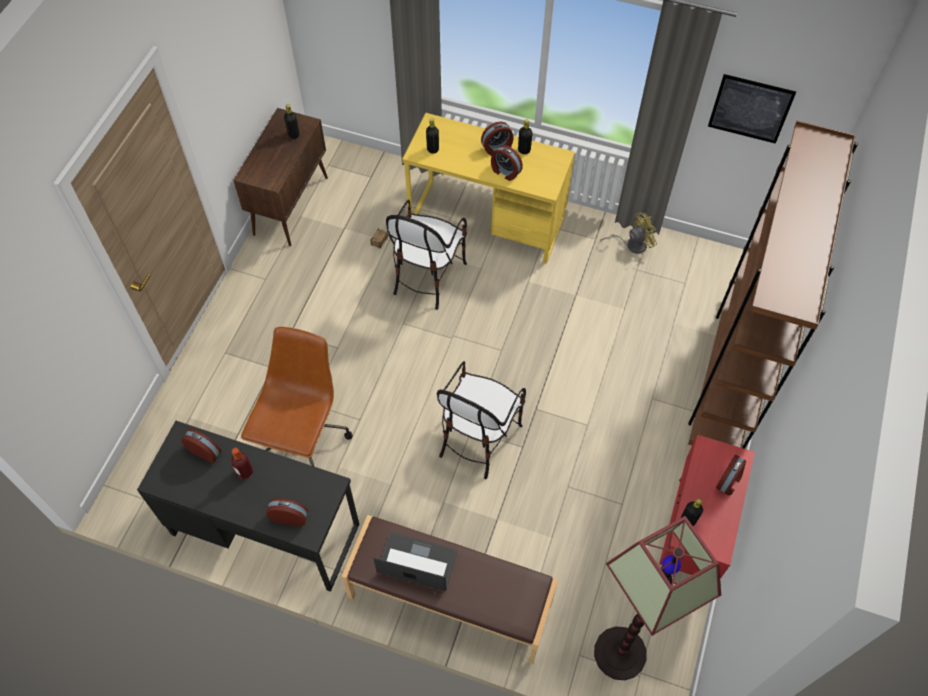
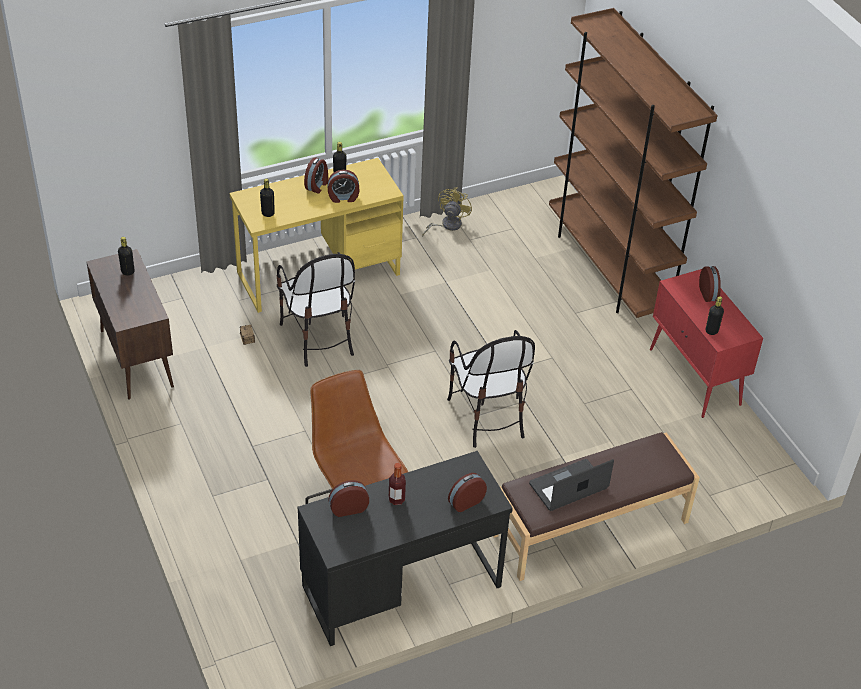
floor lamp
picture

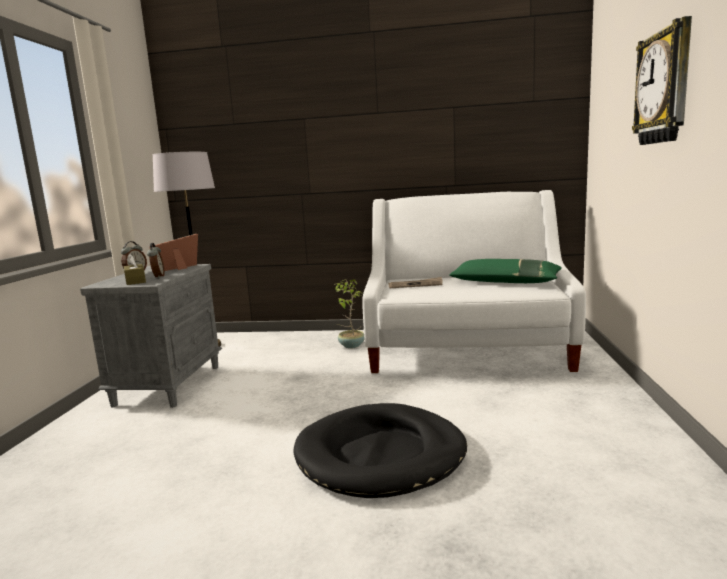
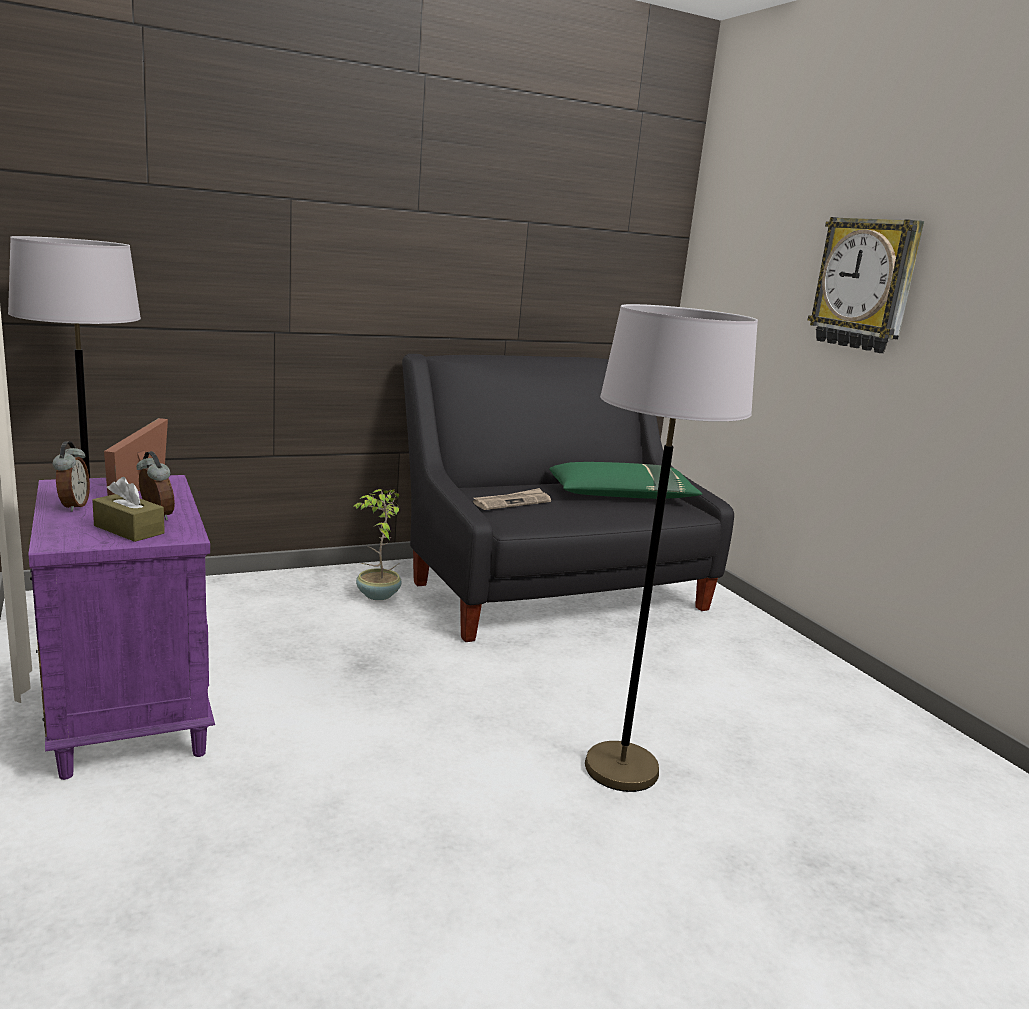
purple nightstand
black sofa
grey floor lamp (no. 2 from left)

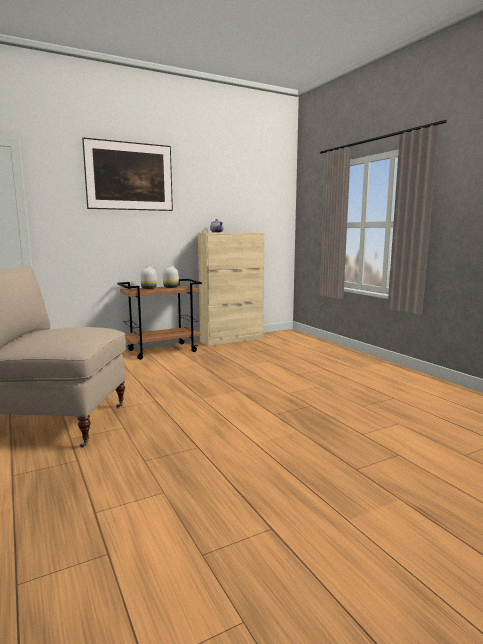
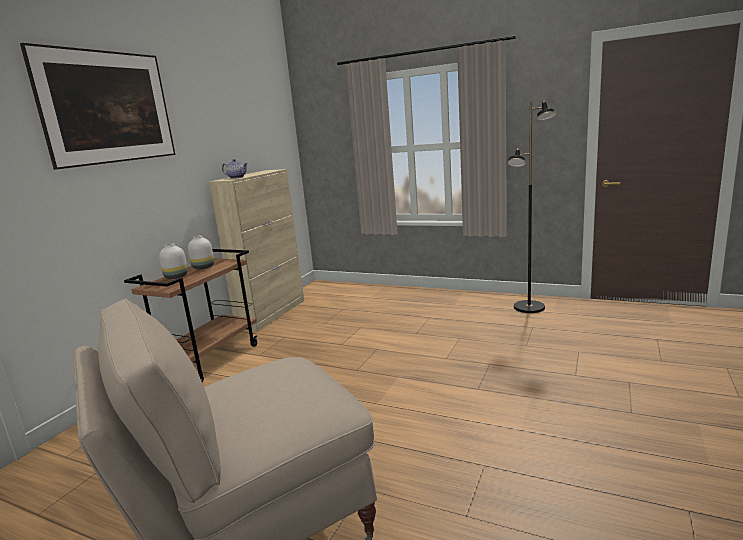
black floor lamp

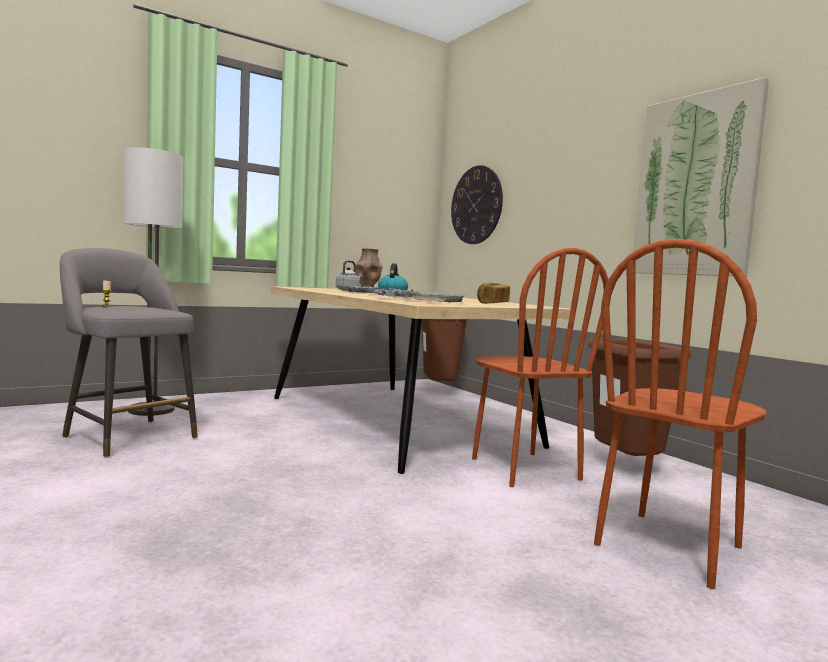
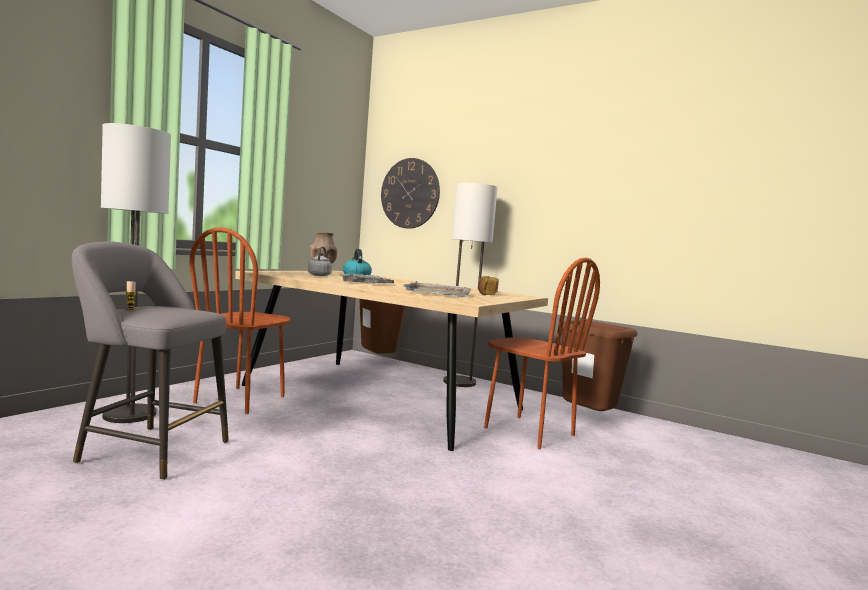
brown chair (no. 1 from left)
floor lamp (no. 2 from left)
picture

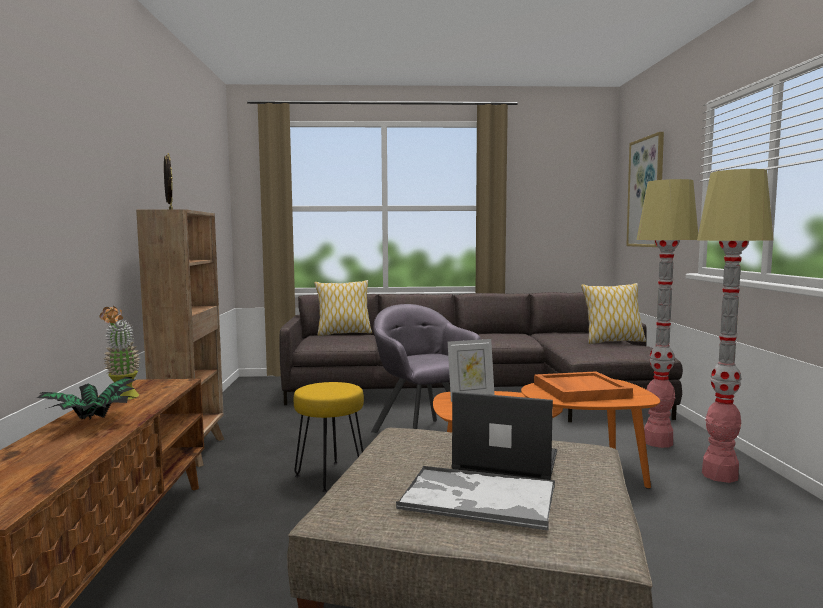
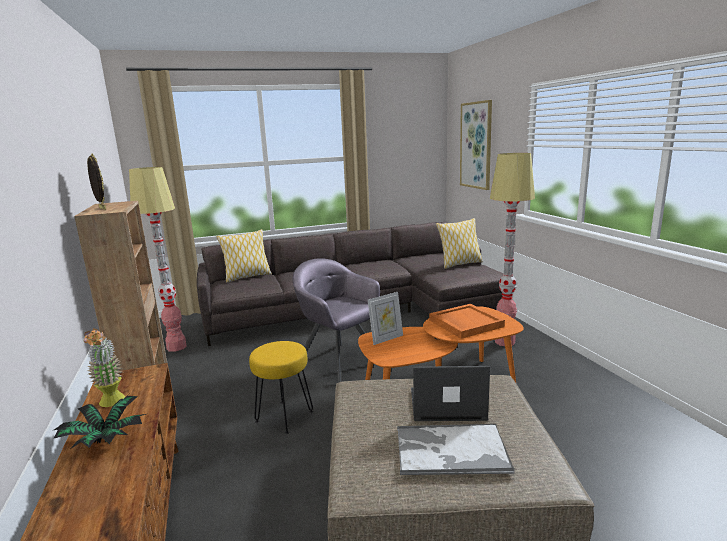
floor lamp (no. 1 from left)

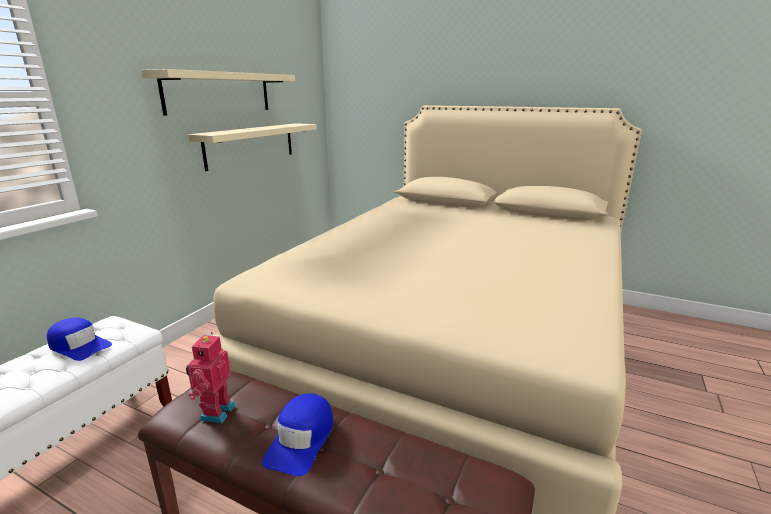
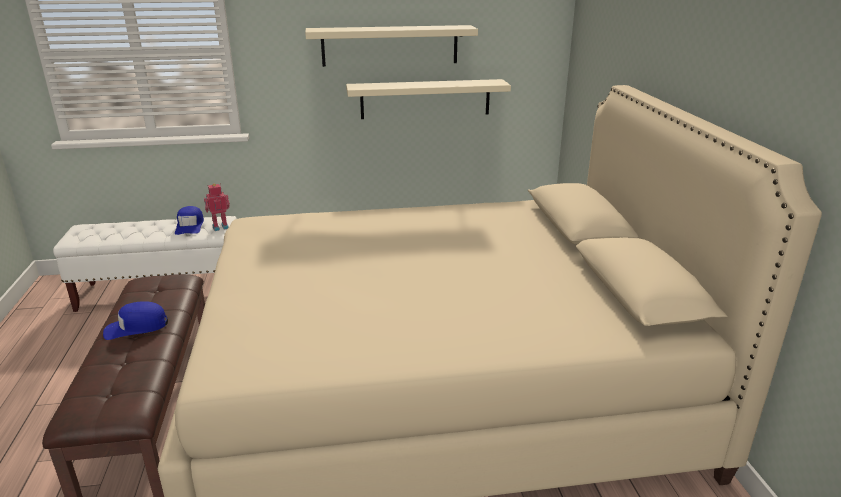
toy robot

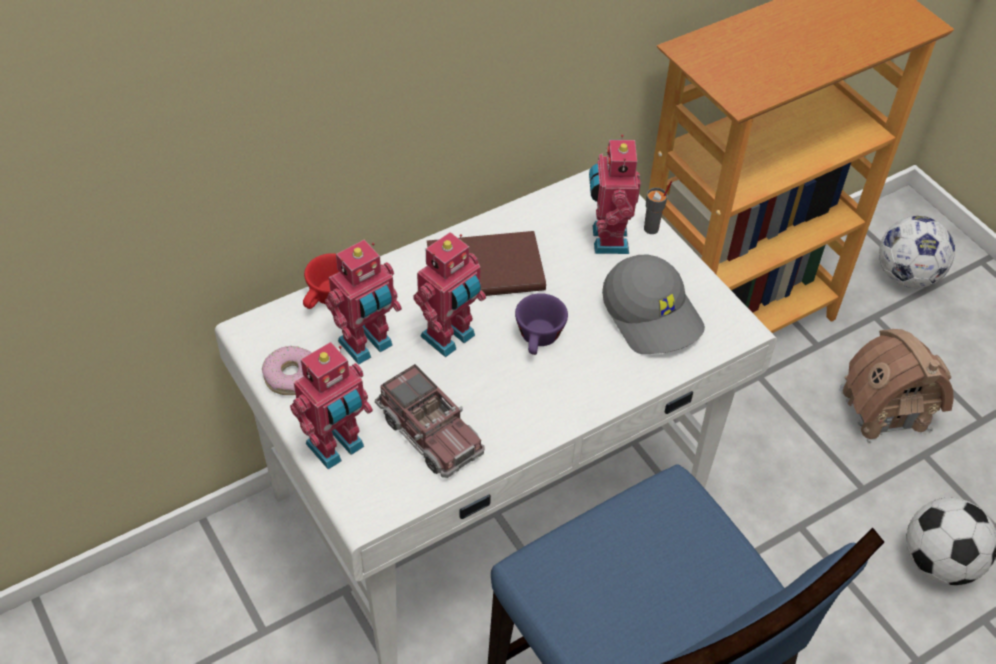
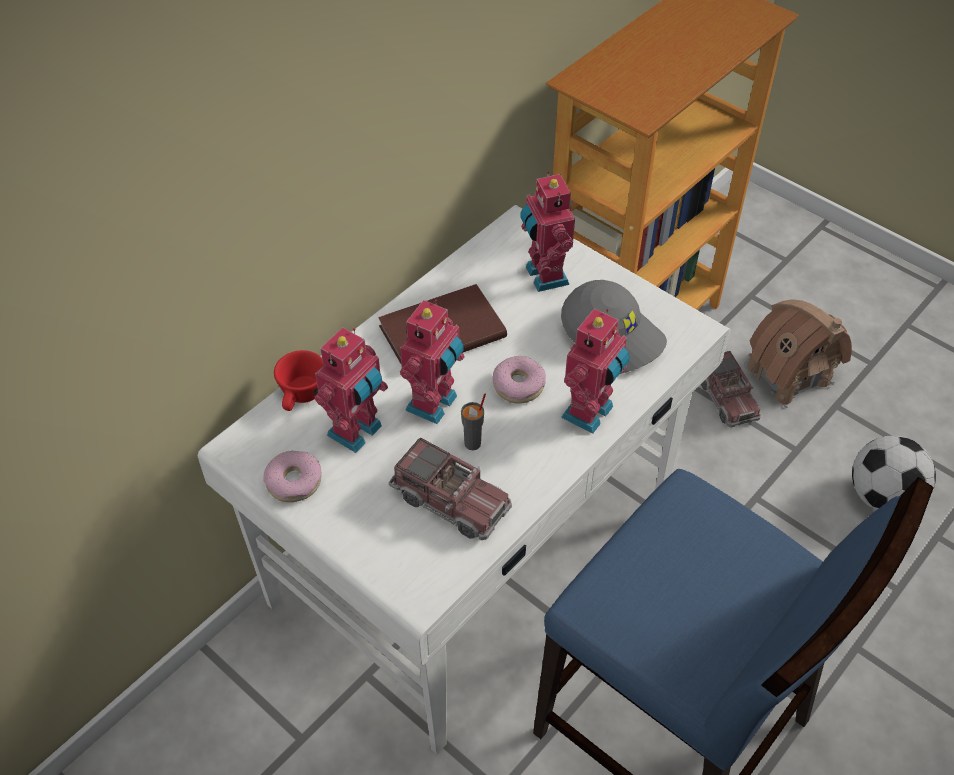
grey cup
donut (no. 2 from left)
toy robot (no. 4 from left)
toy truck (no. 2 from left)
football (no. 1 from left in the first image)

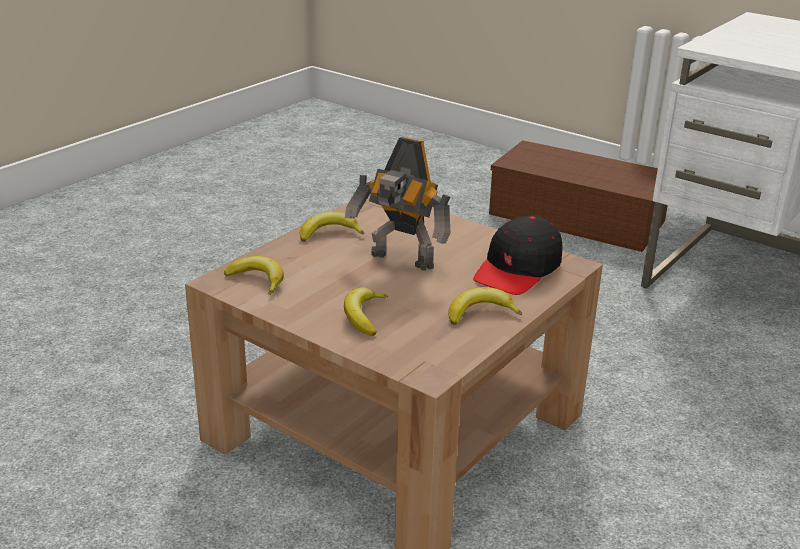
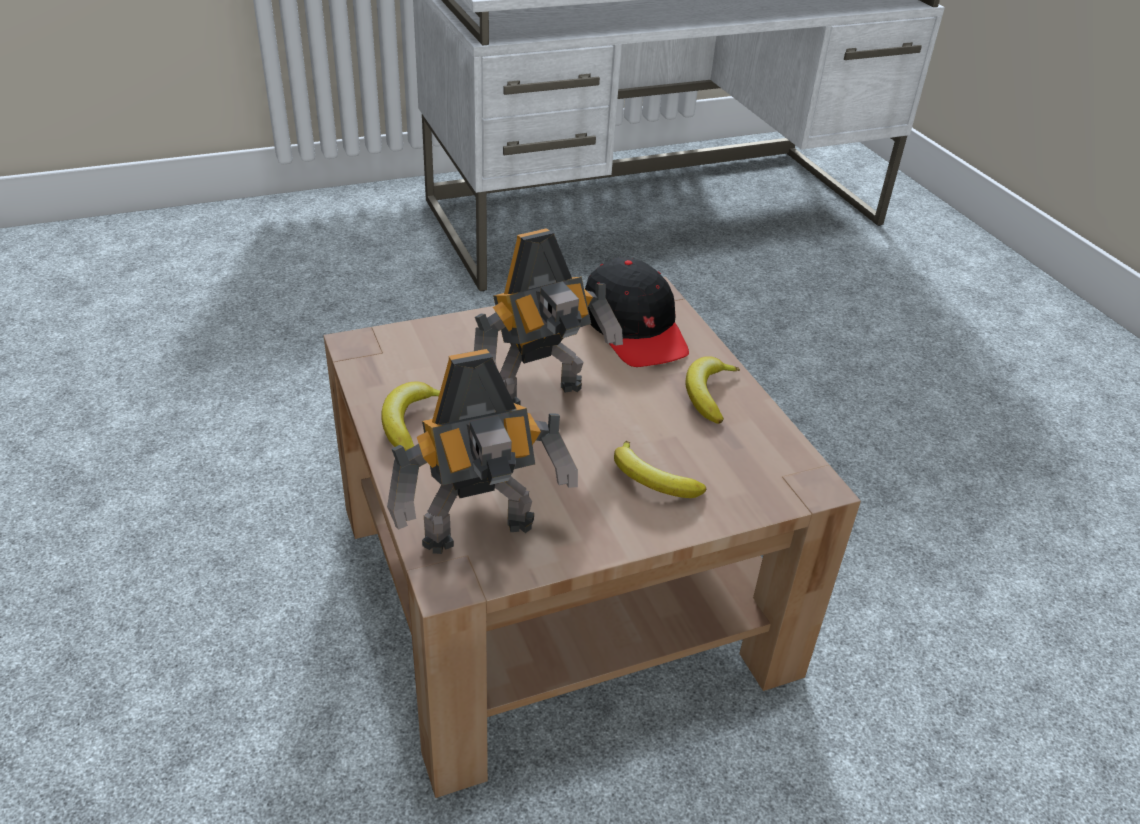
toy robot (no. 1 from left)
brown storage box

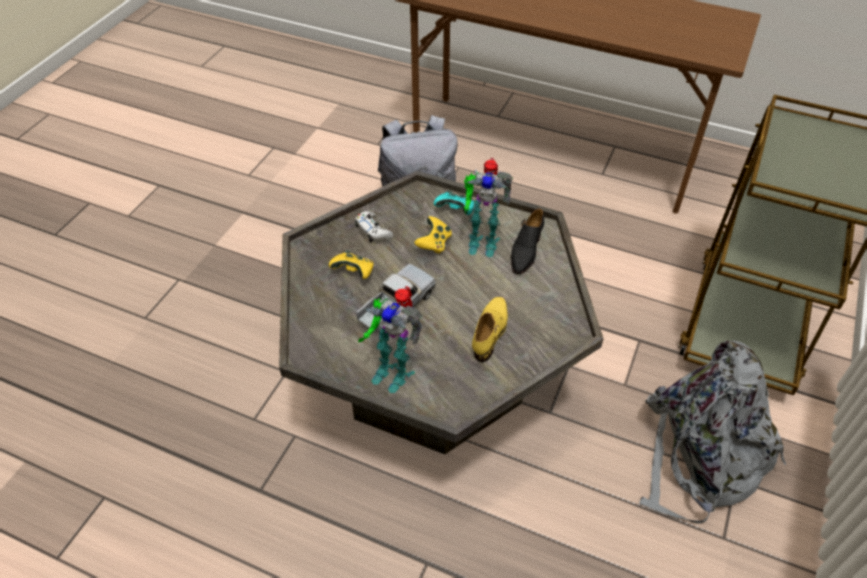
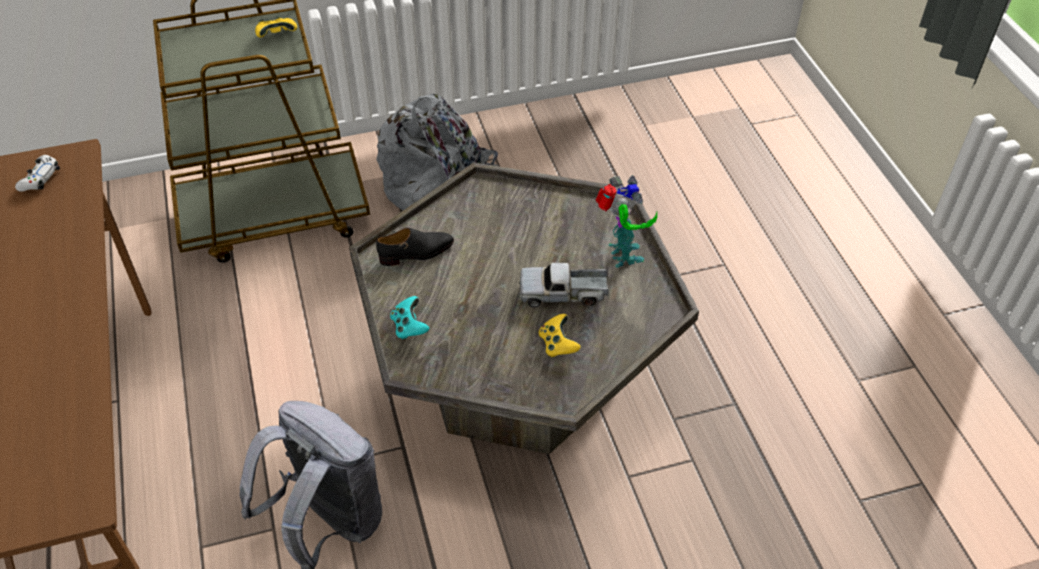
white game controller
yellow game controller (no. 1 from left)
toy robot (no. 2 from left in the first image)
yellow shoe

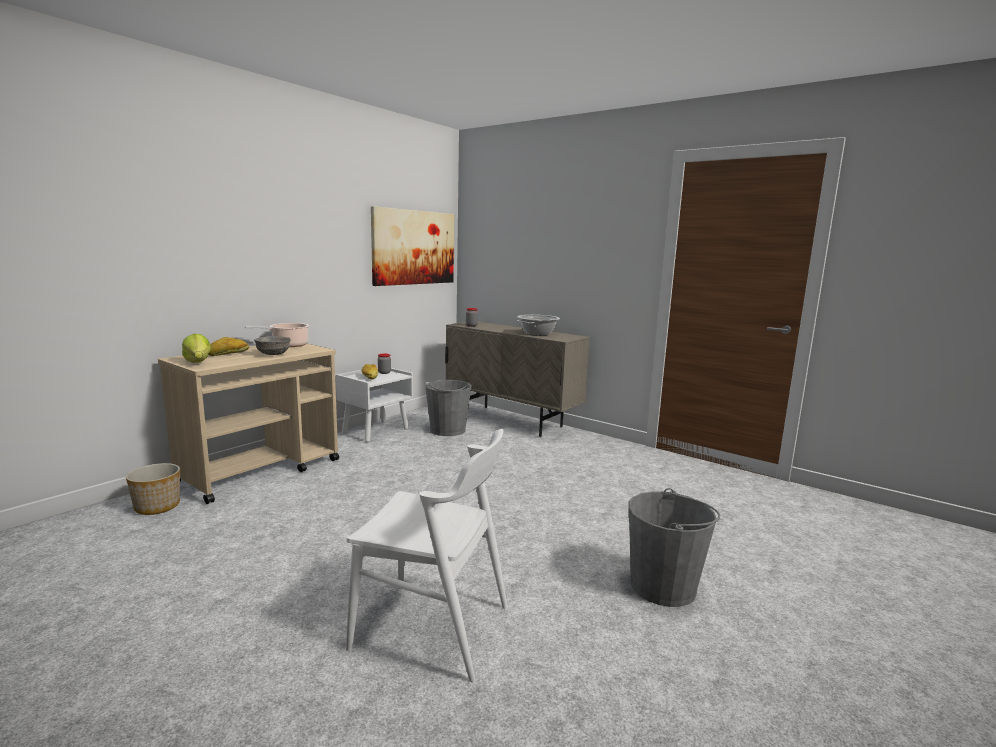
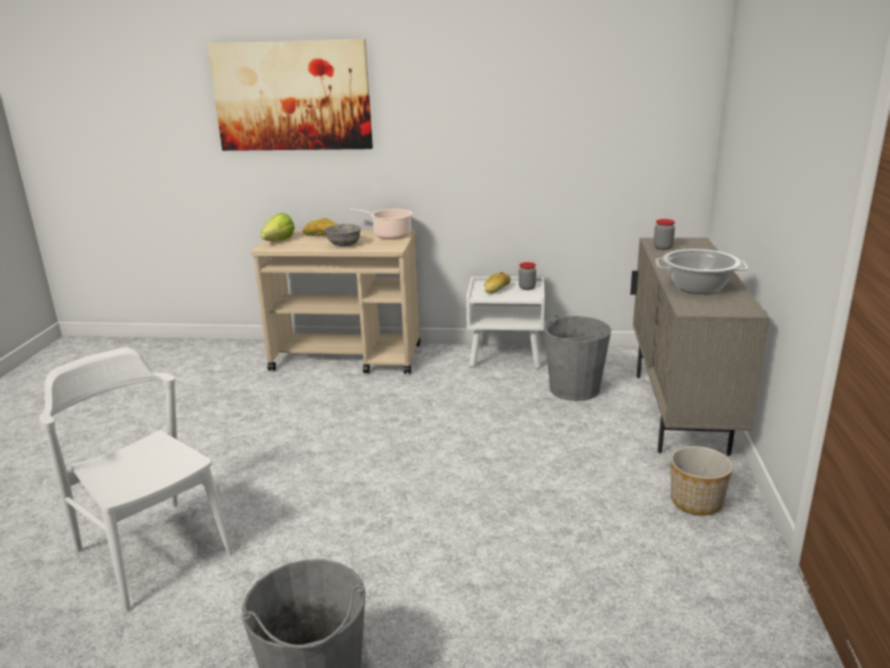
white chair
picture
planter

